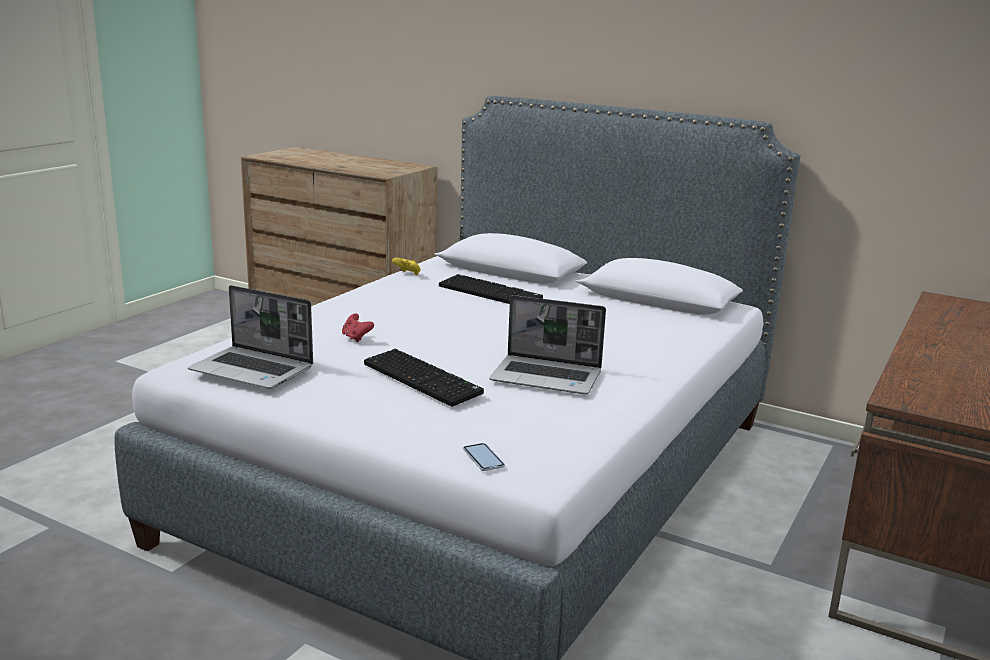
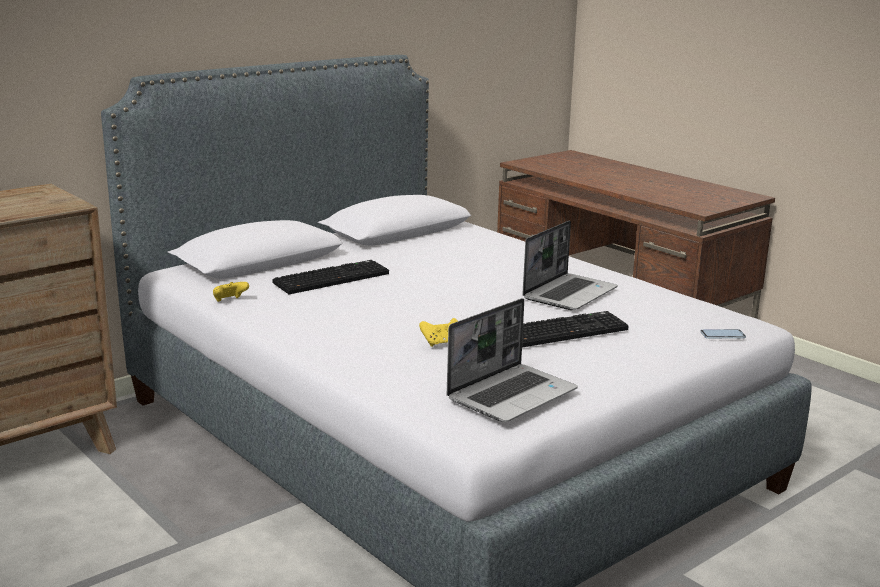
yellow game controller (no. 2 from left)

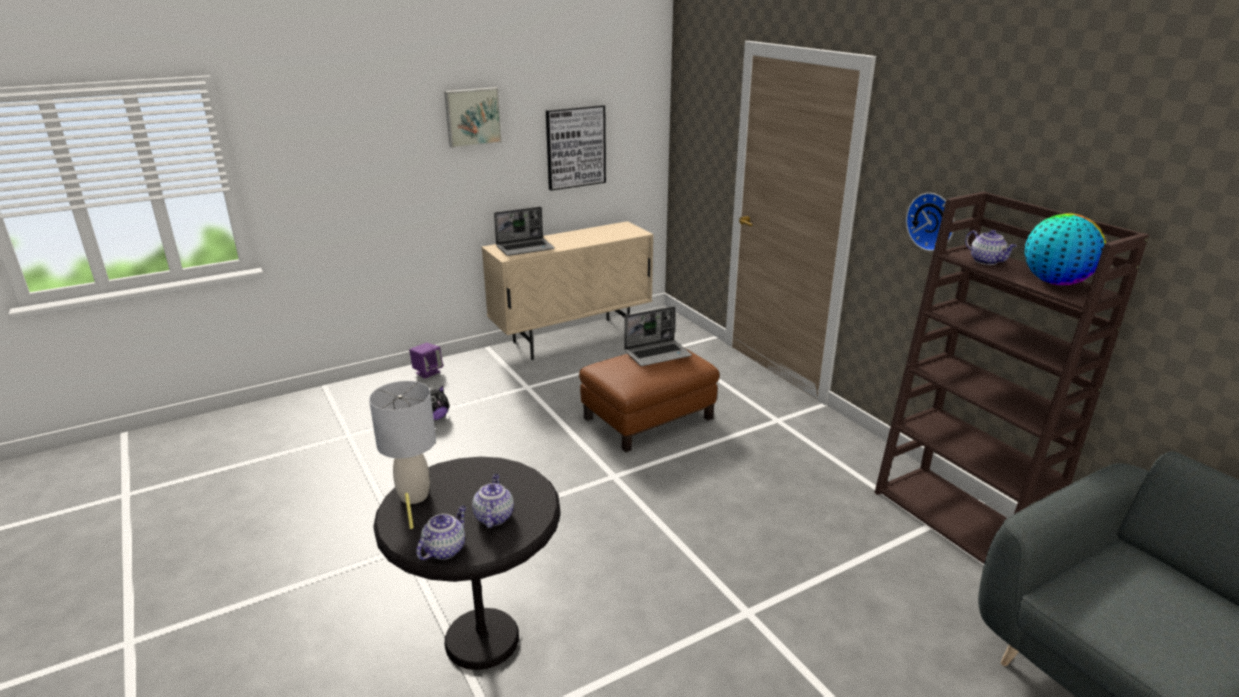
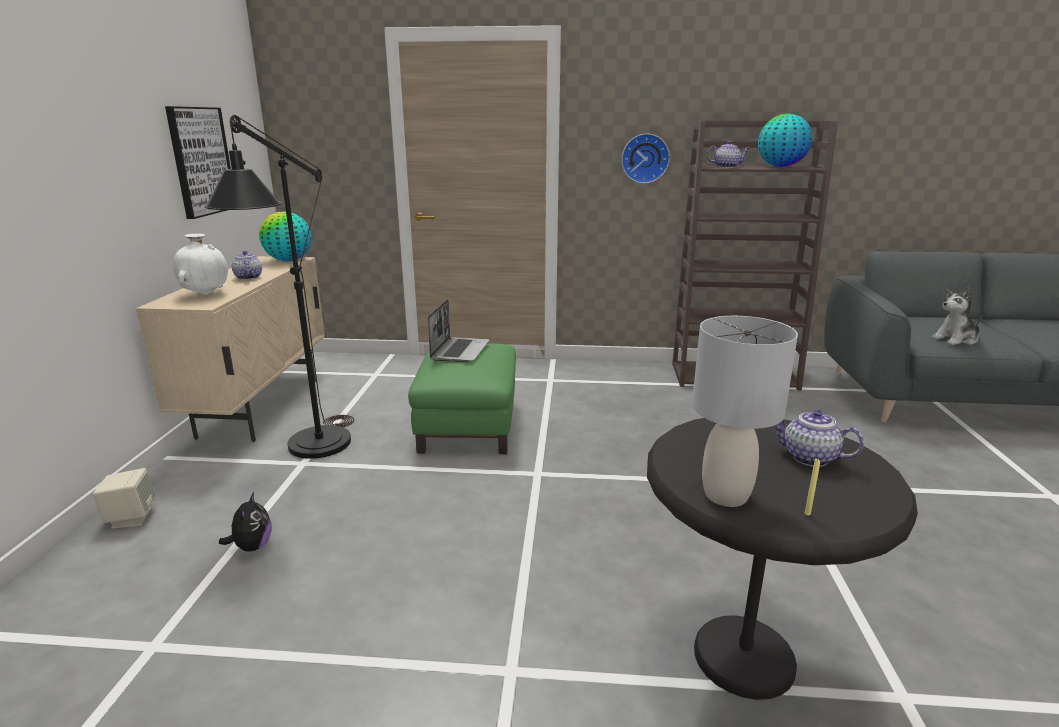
beige speaker
white vase
black floor lamp
teapot (no. 1 from left)
globe (no. 1 from left)
green ottoman
plush toy (no. 2 from left)
picture (no. 1 from left in the first image)

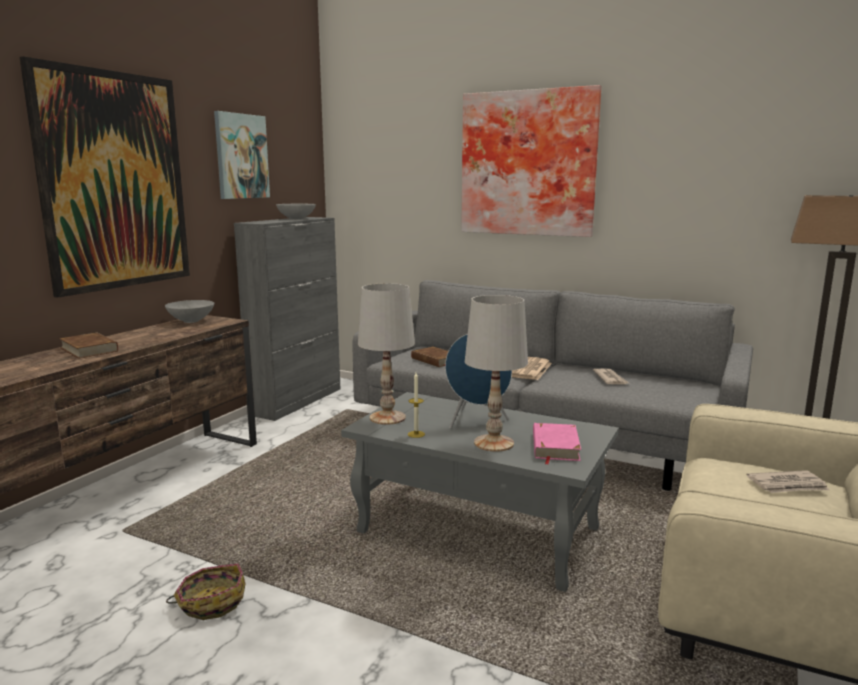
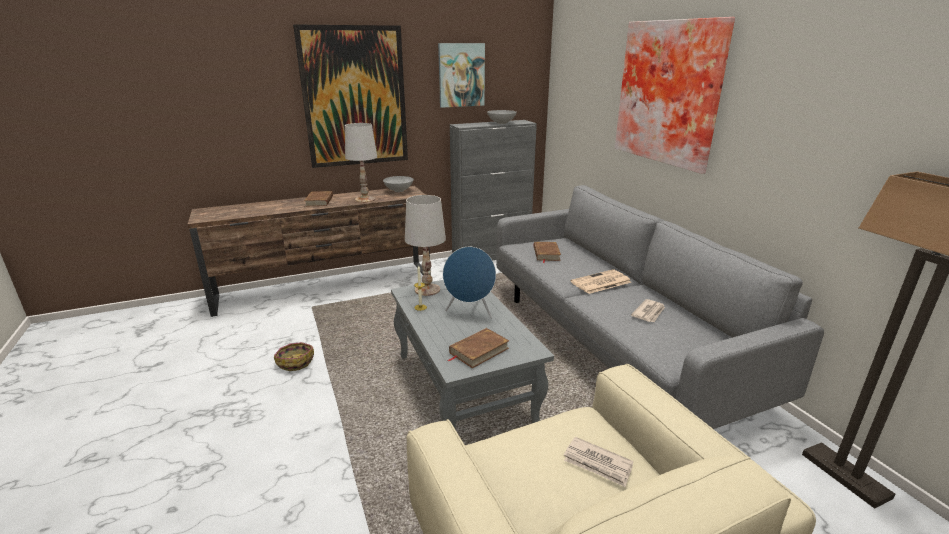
white table lamp (no. 1 from left)
brown book (no. 2 from left)

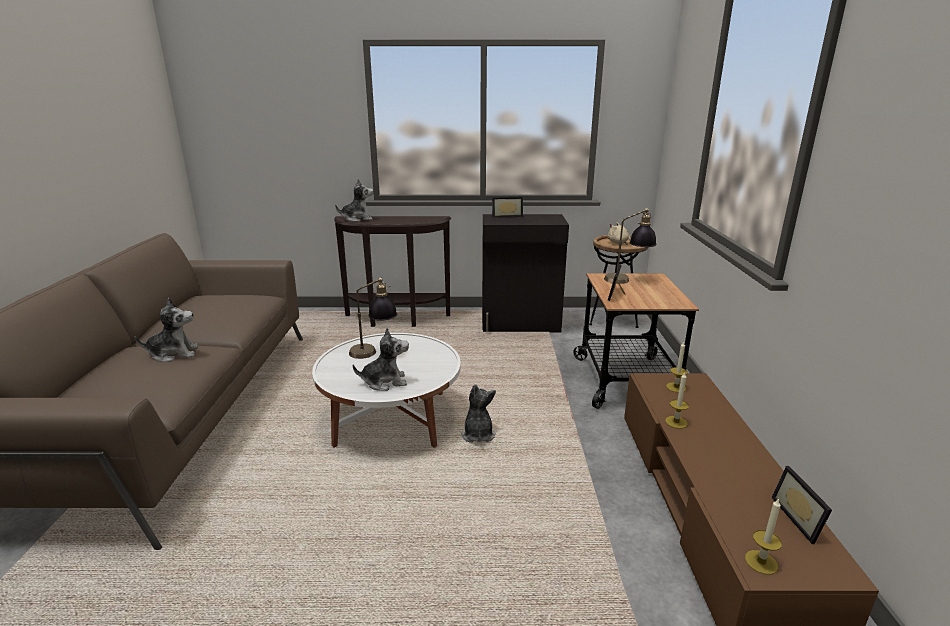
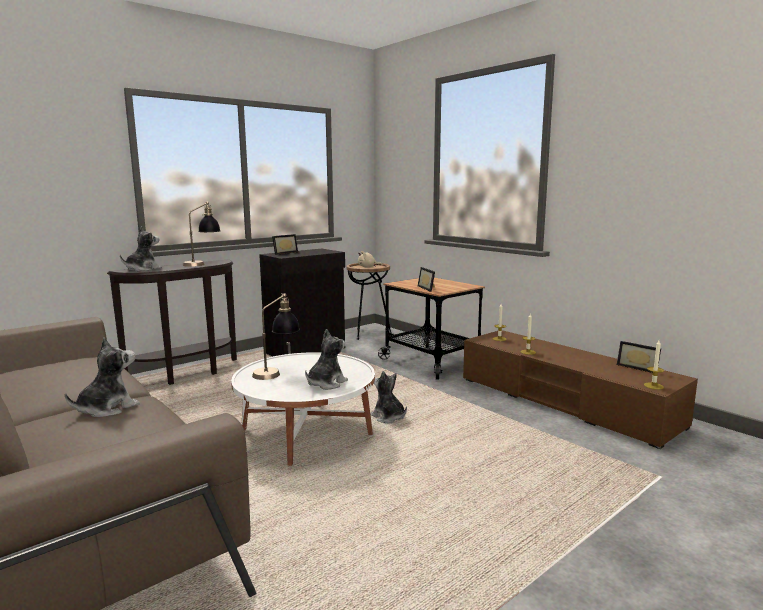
table lamp (no. 1 from left)

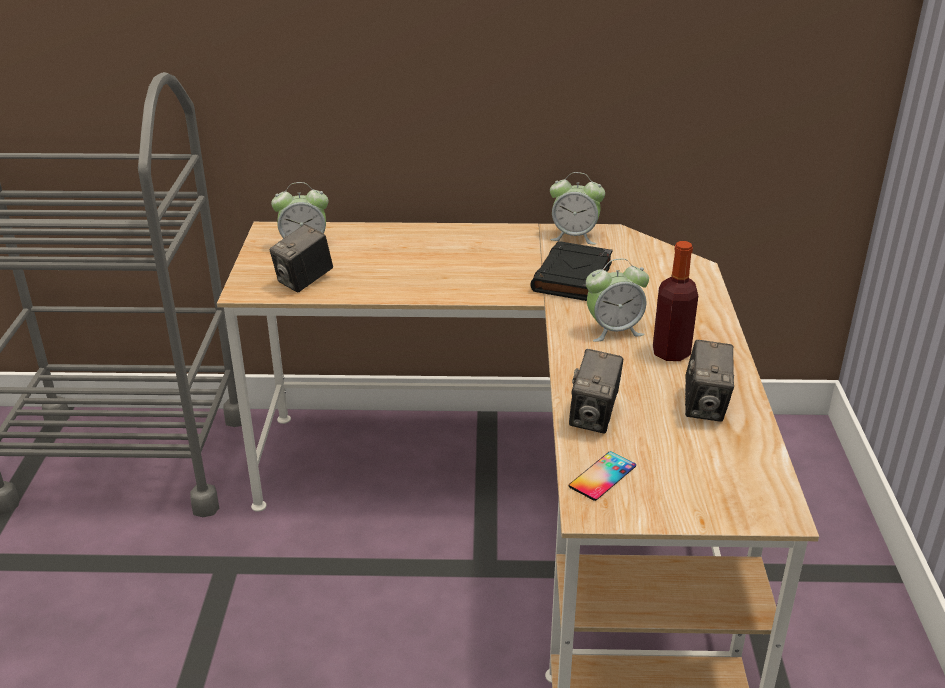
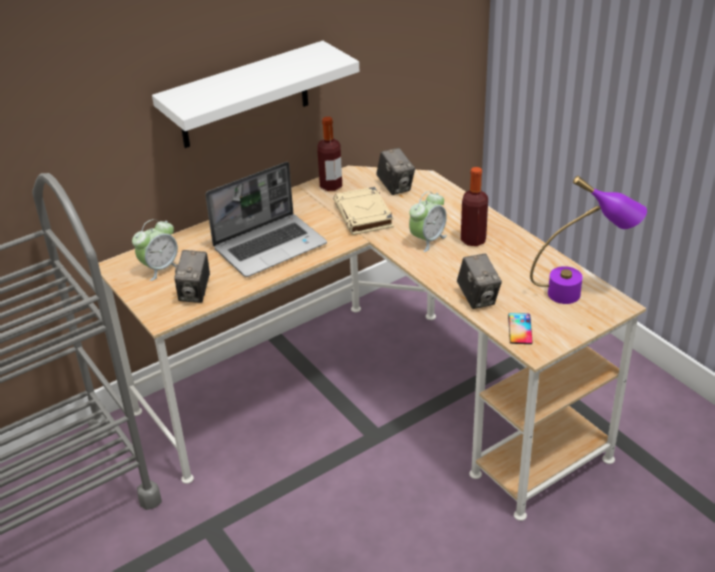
white shelf
laptop
bottle (no. 1 from left)
beige book
photo camera (no. 2 from left)
purple table lamp

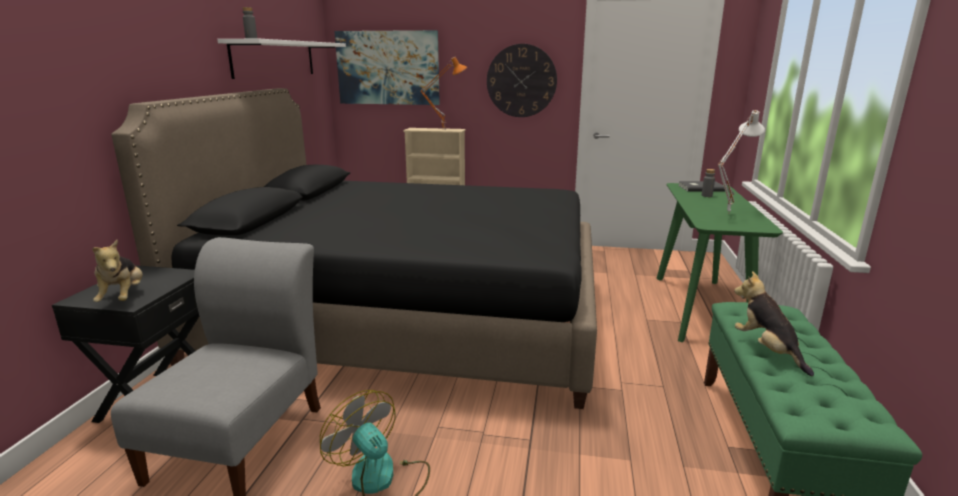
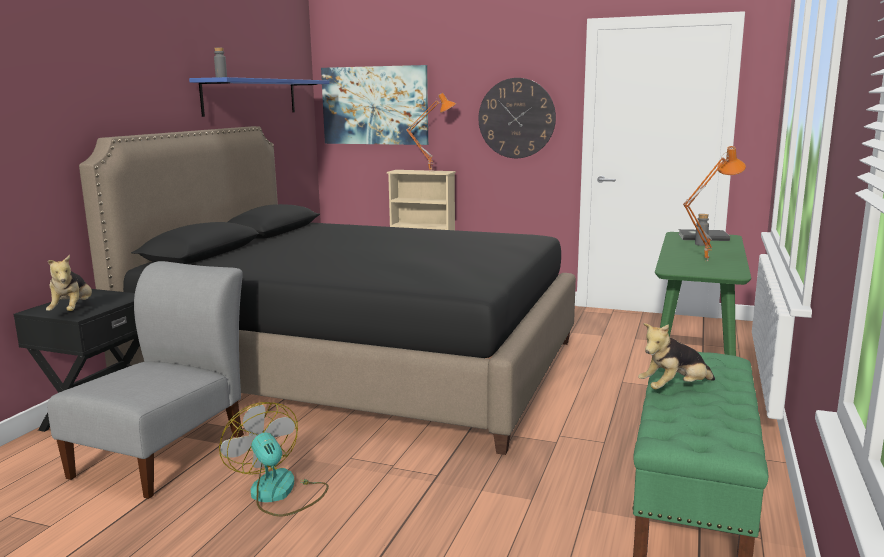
blue shelf
plush toy (no. 2 from left)
orange table lamp (no. 2 from left)

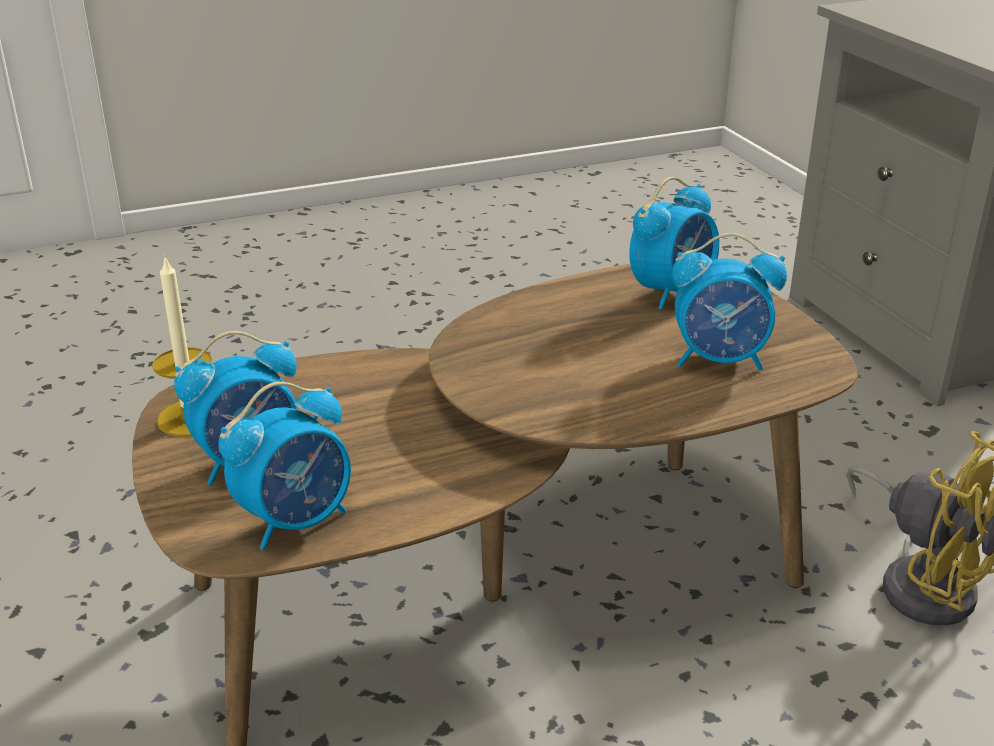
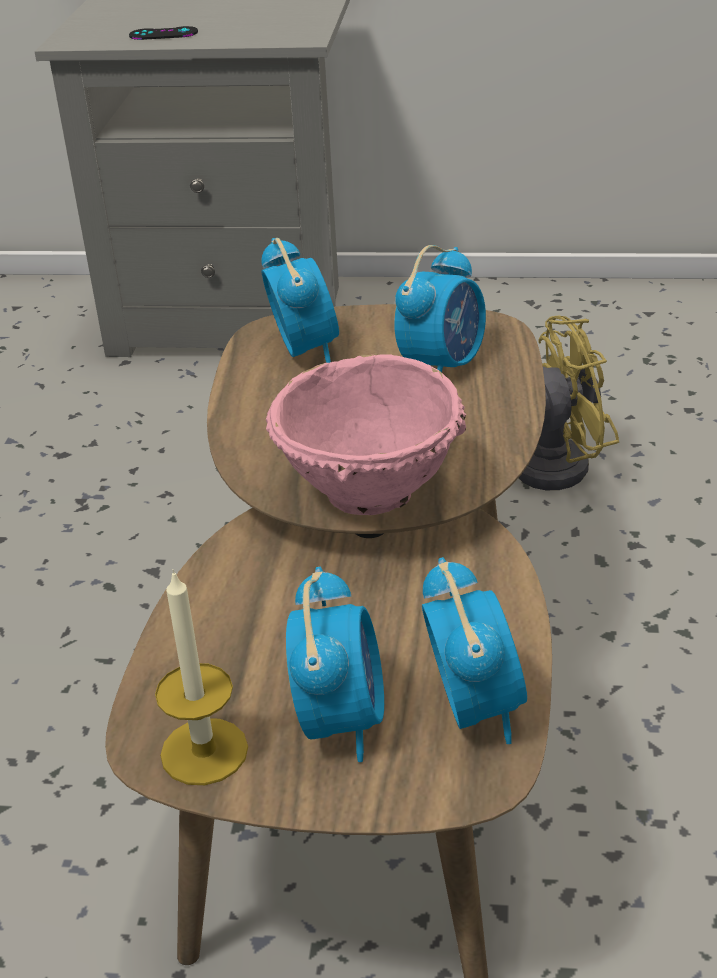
black game controller
pink bowl

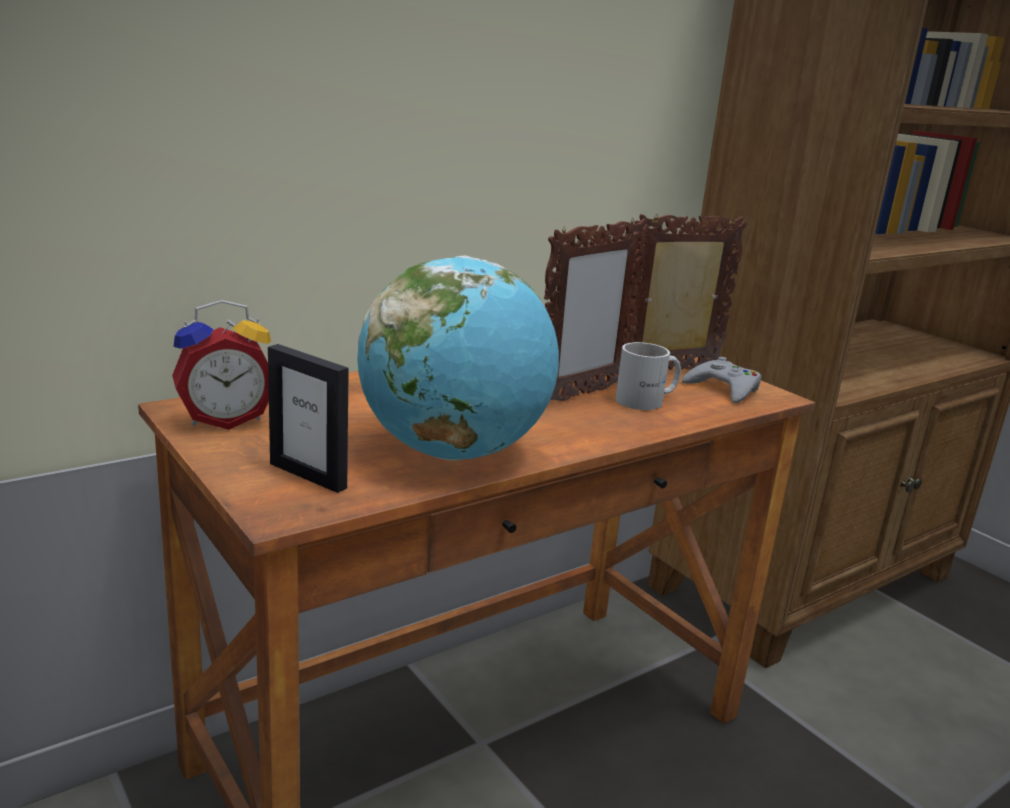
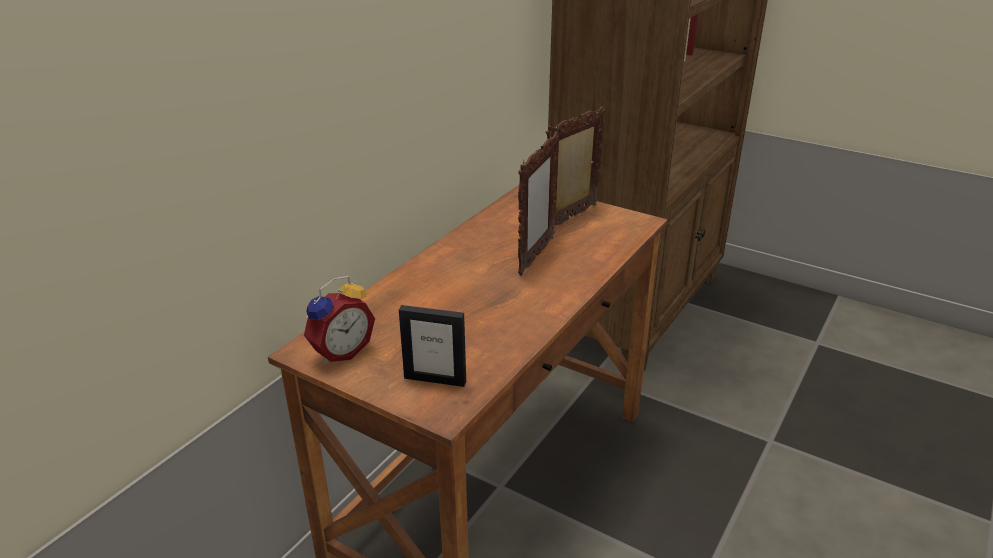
globe
white mug
grey game controller

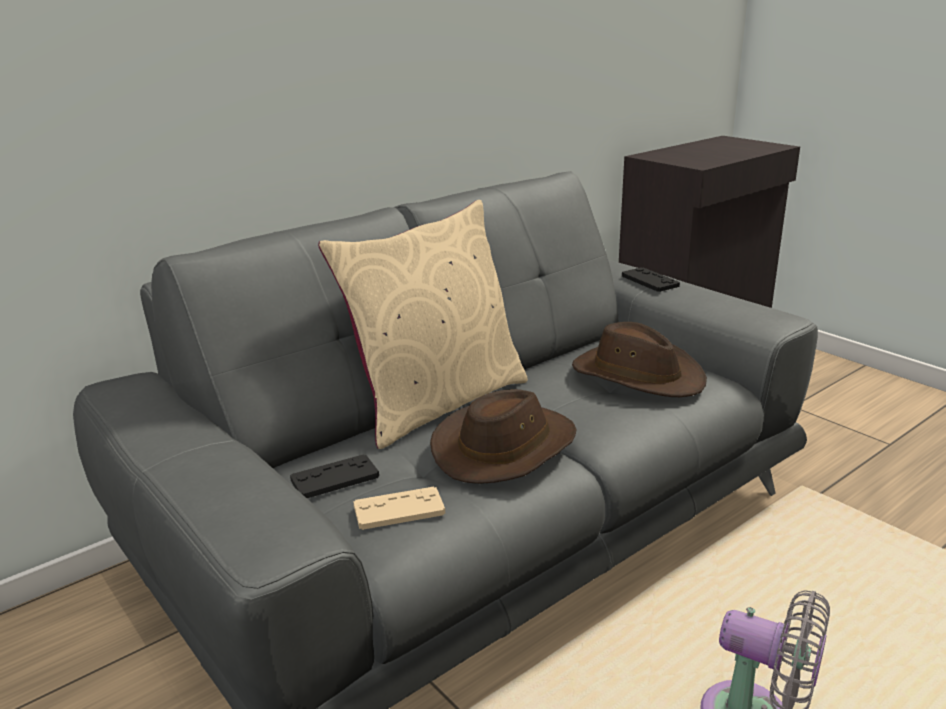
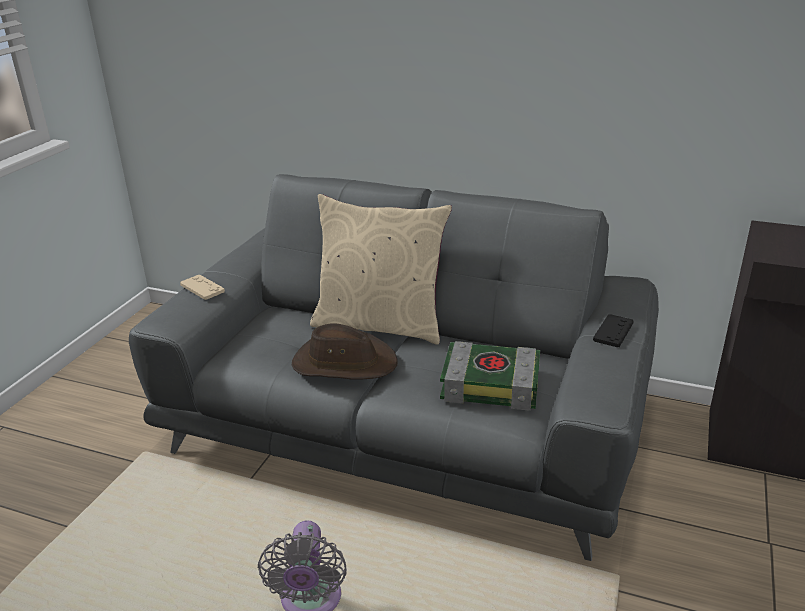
beige game controller
book
black game controller (no. 1 from left in the first image)

